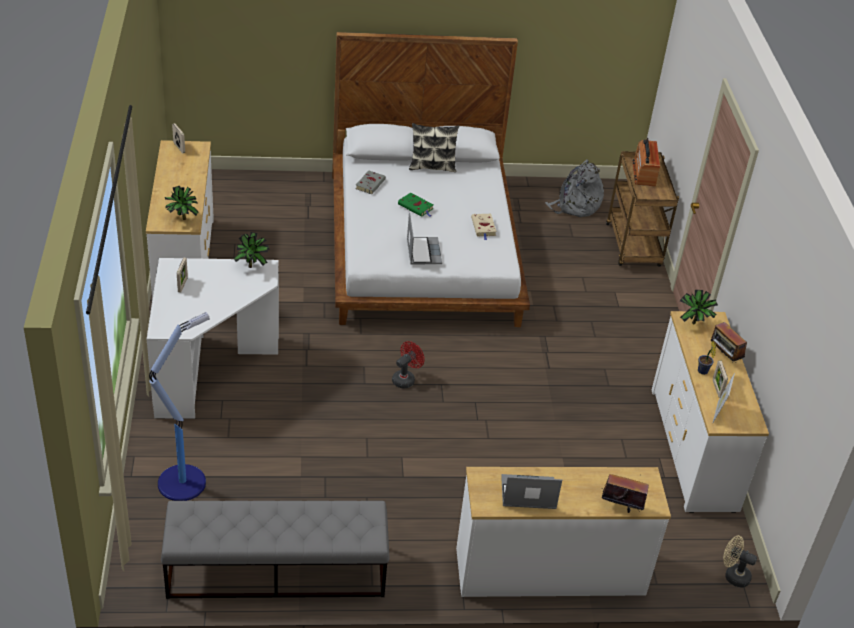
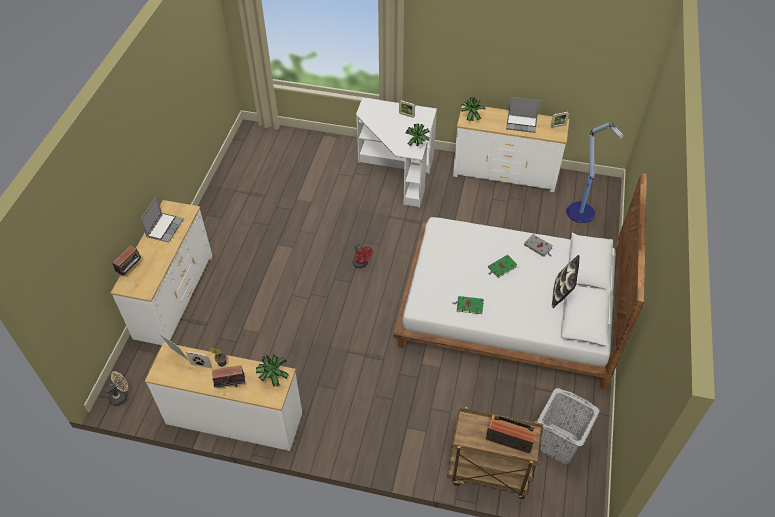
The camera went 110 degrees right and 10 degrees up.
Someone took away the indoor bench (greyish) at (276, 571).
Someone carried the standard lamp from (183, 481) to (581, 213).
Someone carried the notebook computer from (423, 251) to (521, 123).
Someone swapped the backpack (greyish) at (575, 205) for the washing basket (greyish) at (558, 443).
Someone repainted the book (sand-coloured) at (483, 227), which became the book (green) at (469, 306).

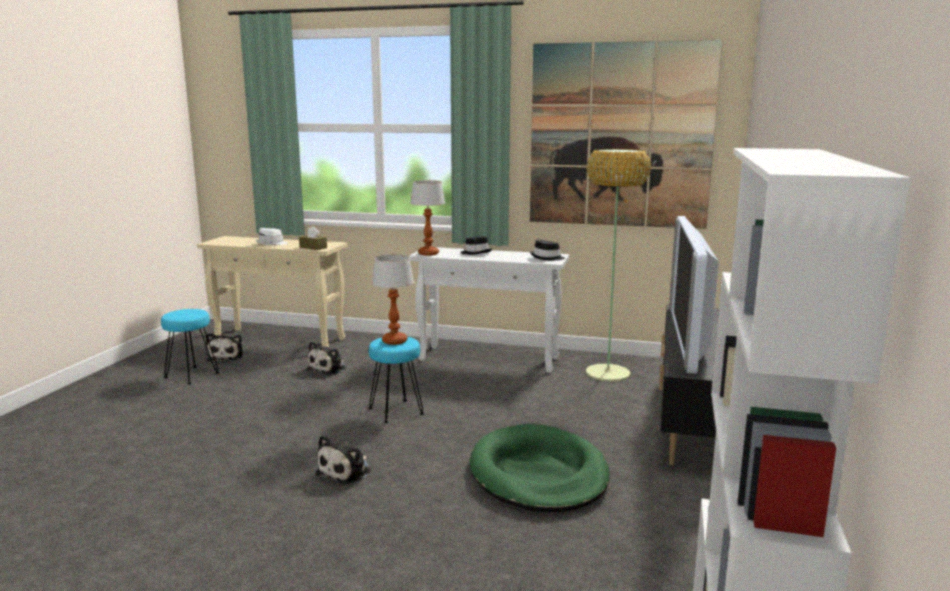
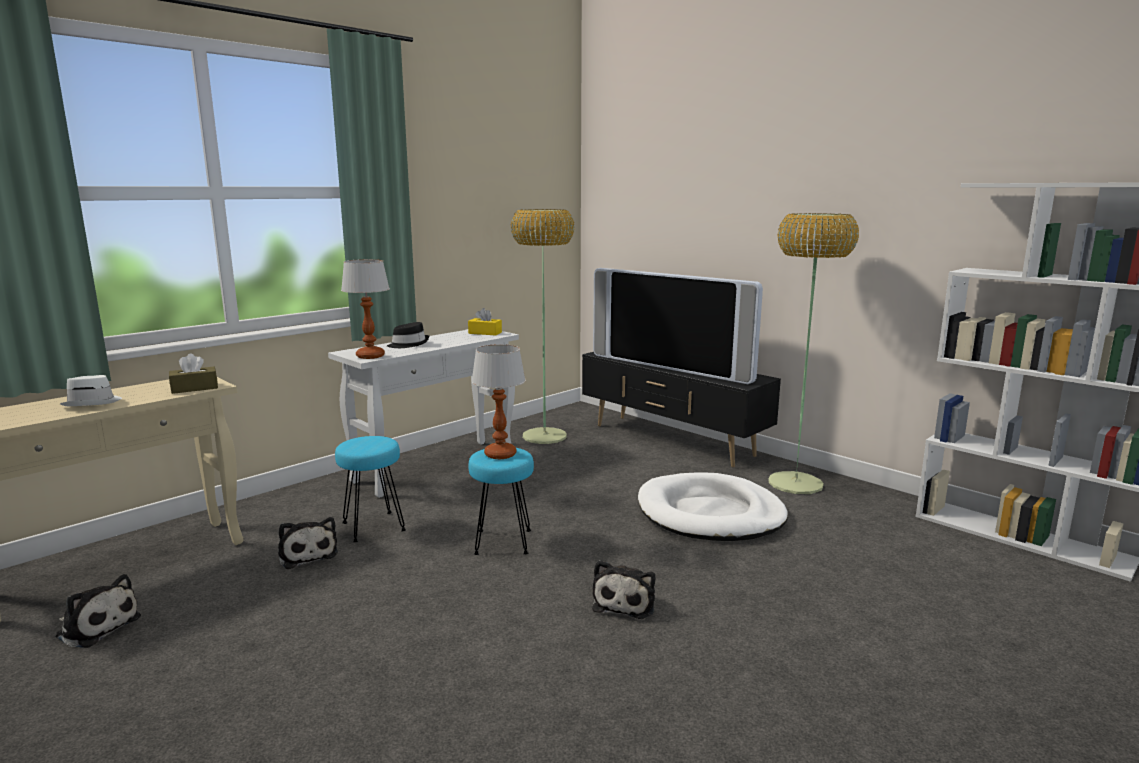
The camera went 60 degrees left and 0 degrees up.
Someone took away the picture at (620, 136).
Someone put down the standard lamp at (795, 483).
Someone carried the stool (turquoise-coloured) from (191, 375) to (373, 527).
Someone swapped the wearable hat (black) at (547, 258) for the tissue box (yellowish) at (485, 333).
Someone repainted the dog bed (green) at (538, 474), which became the dog bed (whitish) at (710, 513).
Someone rotated the soft toy at (346, 472) by 45 degrees clockwise.

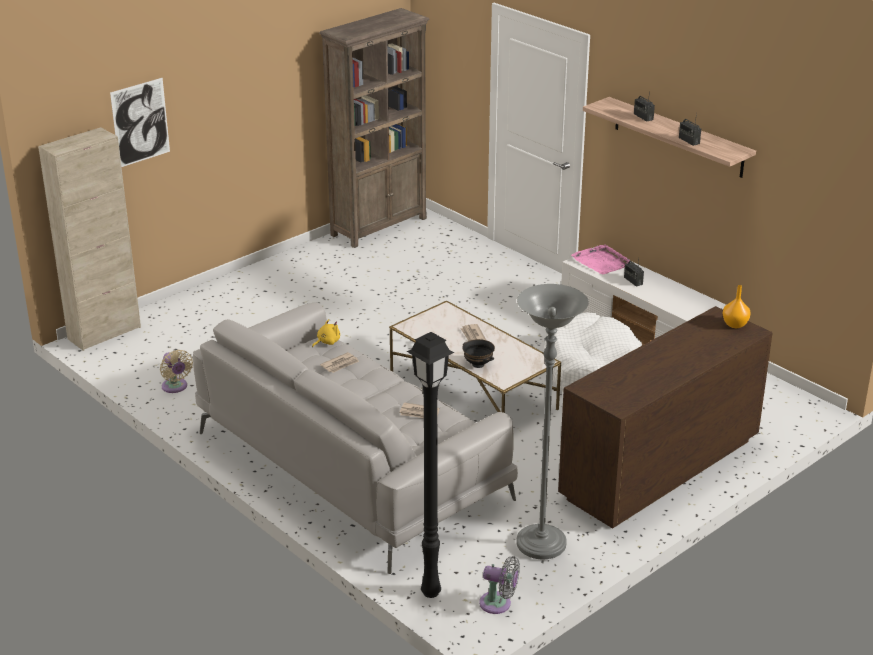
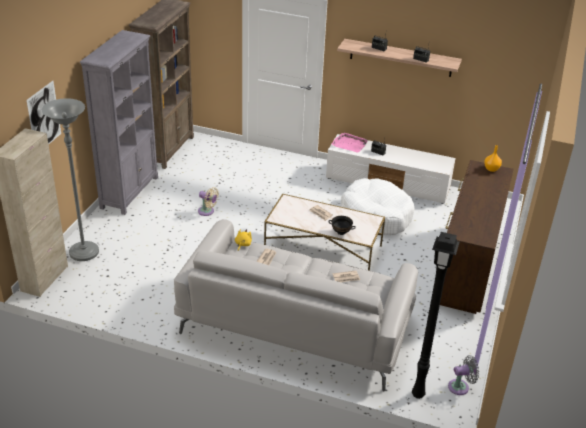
The camera went 30 degrees left and 5 degrees up.
Someone put down the bookcase (greyish) at (130, 192).
Someone carried the fan (sand-coloured) from (175, 387) to (207, 211).
Someone carried the standard lamp (greyish) from (541, 544) to (84, 253).

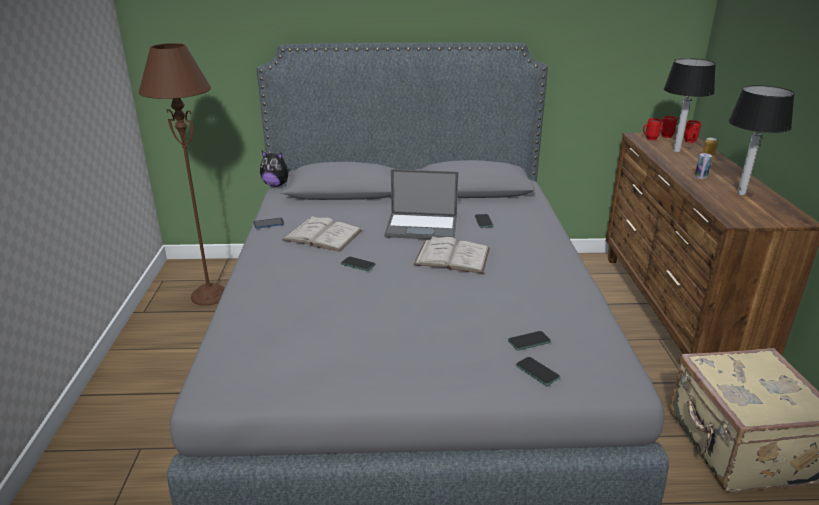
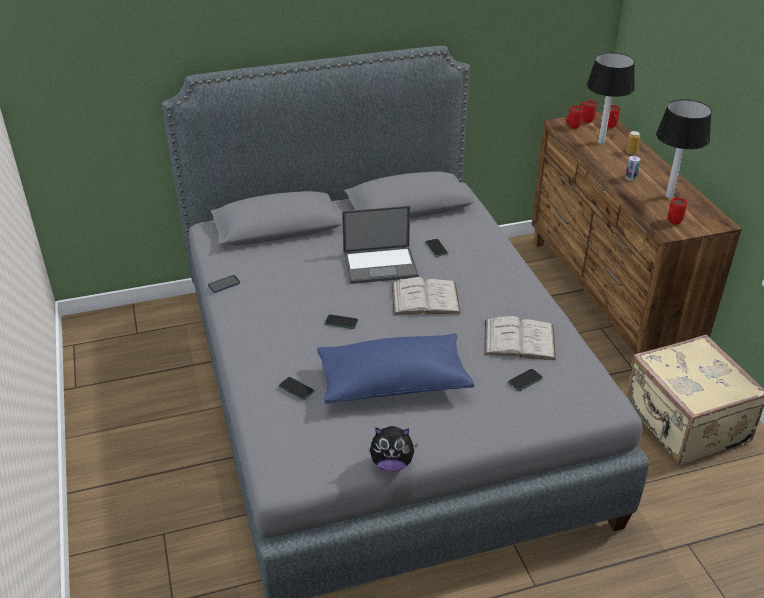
The camera went 15 degrees left and 10 degrees up.
Someone took away the standard lamp (brown) at (209, 296).
Someone put down the cushion (blue) at (393, 383).
Someone put down the coffee mug (red) at (672, 222).
Someone carried the soft toy from (276, 185) to (392, 463).
Someone carried the book (whitish) from (322, 235) to (519, 339).
Someone carried the telephone from (537, 371) to (296, 389).

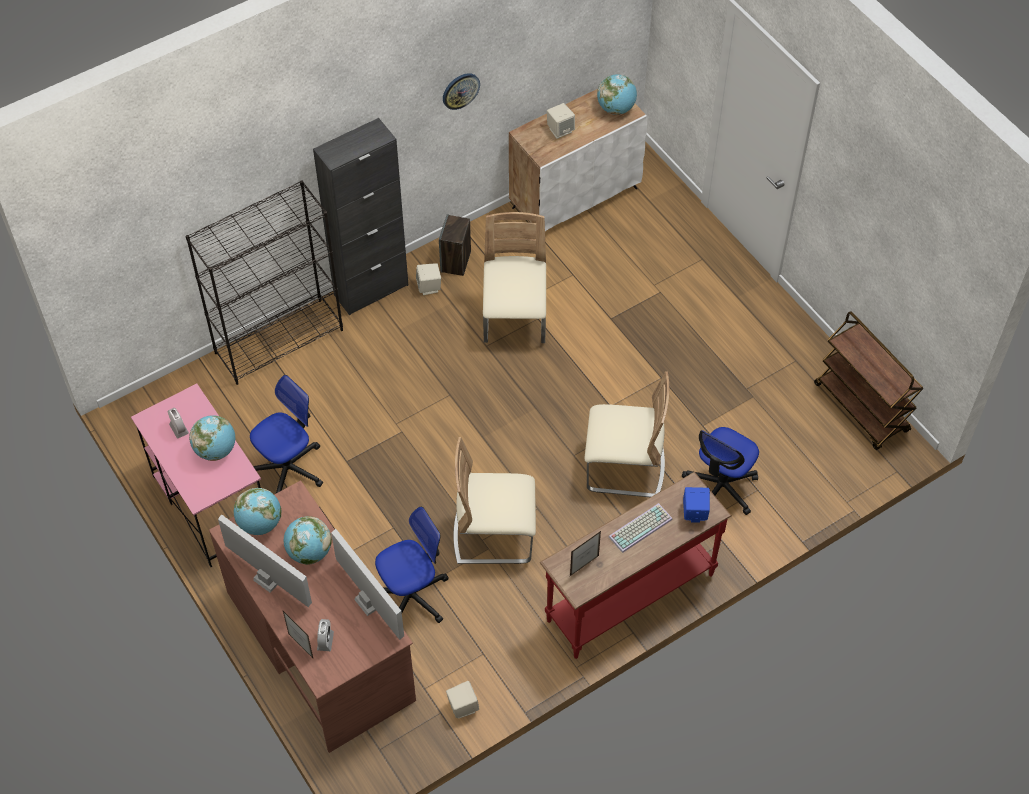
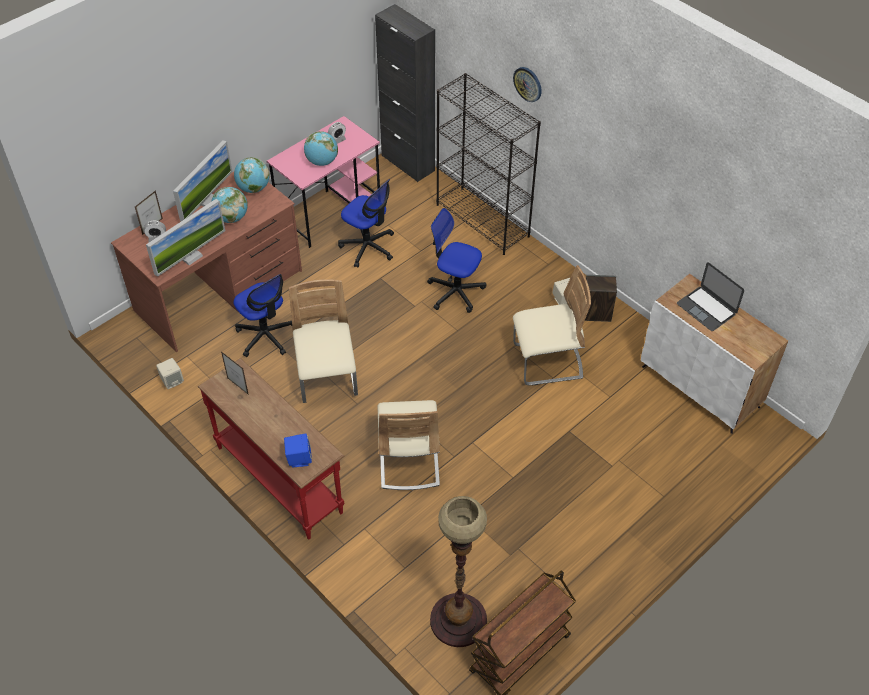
The camera went 80 degrees right and 5 degrees down.
Someone took away the world globe at (616, 108).
Someone took away the computer keyboard at (640, 527).
Someone put down the standard lamp at (458, 620).
Someone carried the cabinet (black) from (371, 290) to (408, 163).
Someone carried the wall clock from (460, 90) to (528, 84).
Someone carried the desk chair from (720, 487) to (455, 291).
Someone swapped the speaker (sand-coloured) at (560, 130) for the notebook computer at (706, 308).

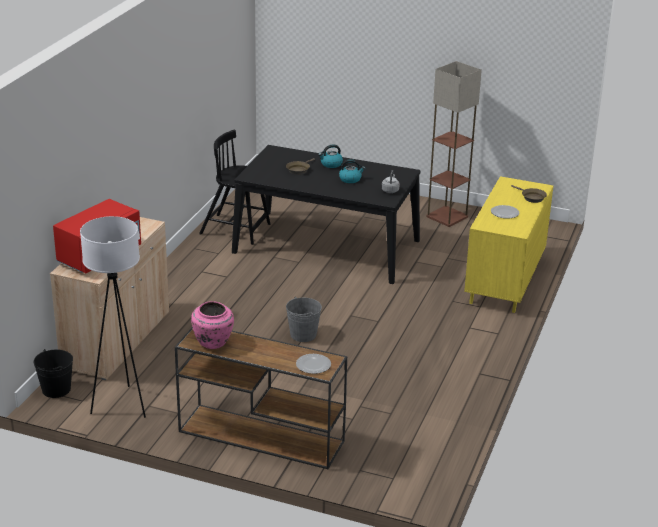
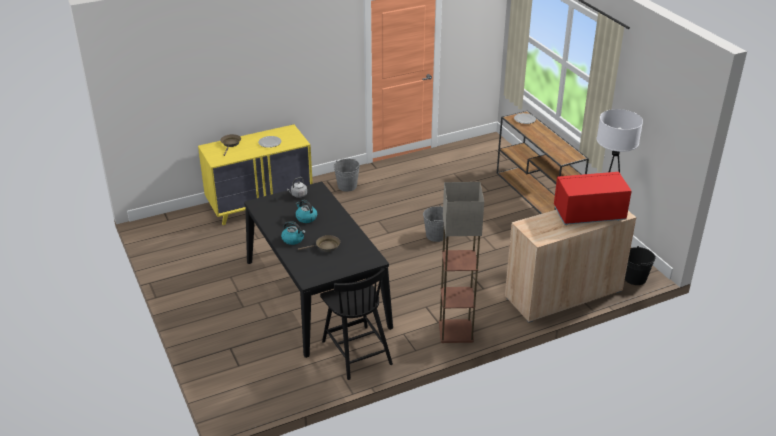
The camera went 135 degrees left and 5 degrees up.
Someone took away the flower vase (pink-coloured) at (213, 343).
Someone put down the pail (greyish) at (347, 186).
Someone carried the standard lamp from (447, 217) to (456, 331).

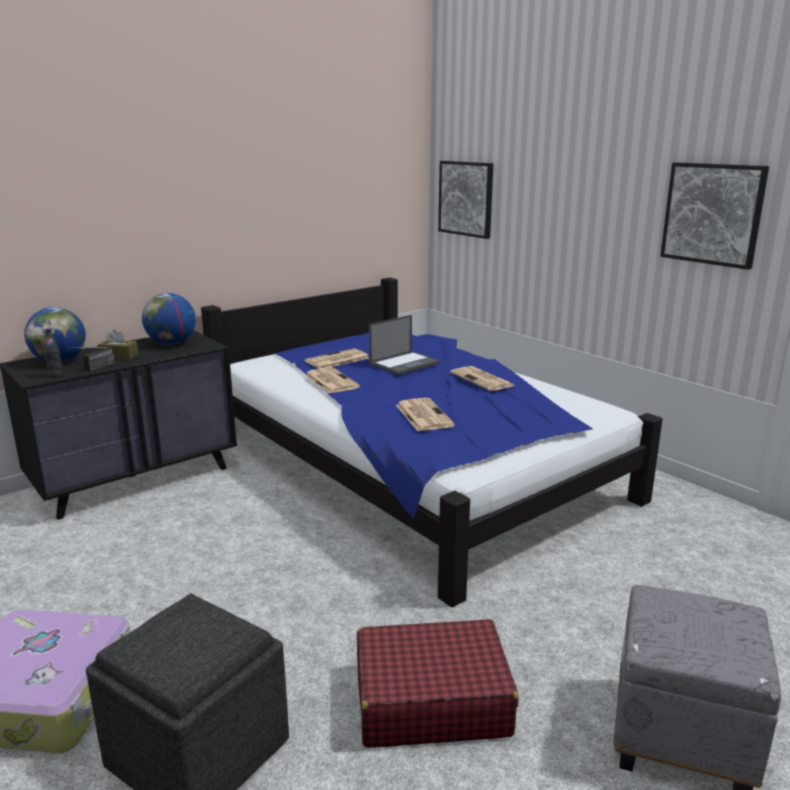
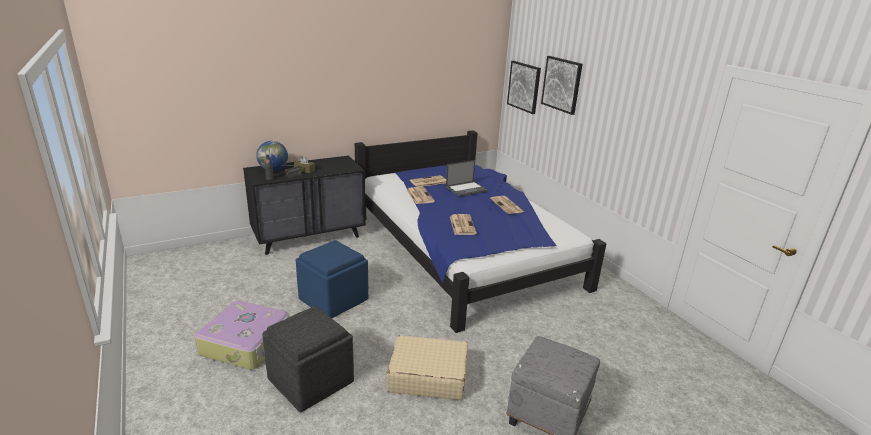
The camera went 10 degrees right and 5 degrees up.
Someone took away the world globe at (171, 343).
Someone put down the footrest (blue) at (333, 299).
Someone carried the picture from (712, 214) to (562, 84).
Someone repainted the travel case (red) at (430, 700), which became the travel case (sand-coloured) at (427, 376).

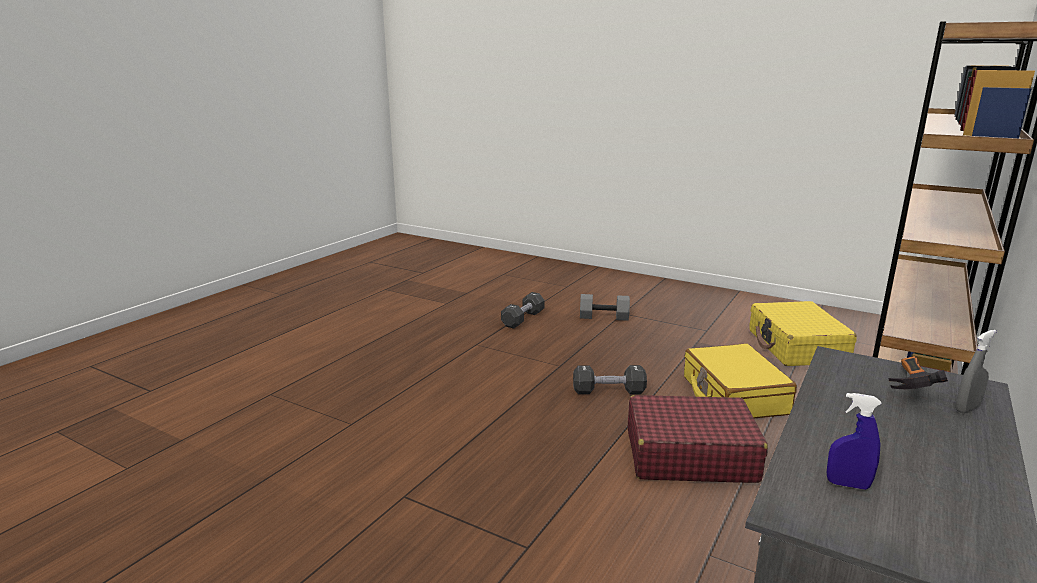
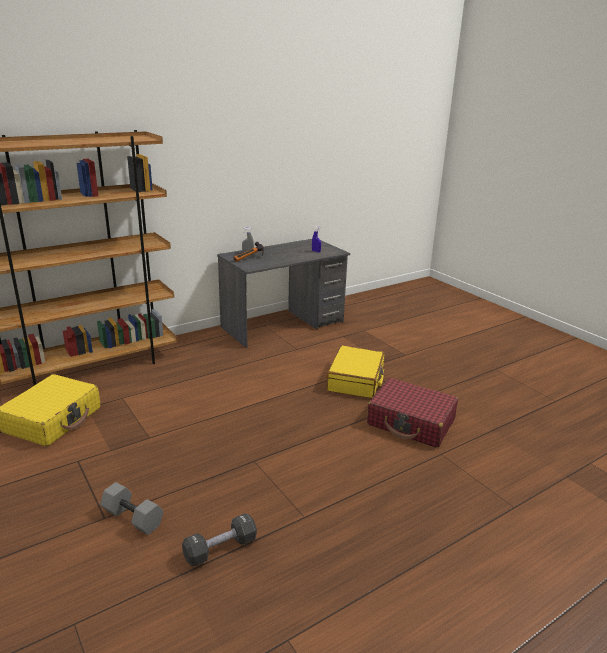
The camera went 155 degrees left and 5 degrees up.
Someone took away the free weight (black) at (608, 391).
Someone carried the travel case (red) from (689, 455) to (411, 422).
Someone carried the travel case (yellowish) from (733, 395) to (356, 380).

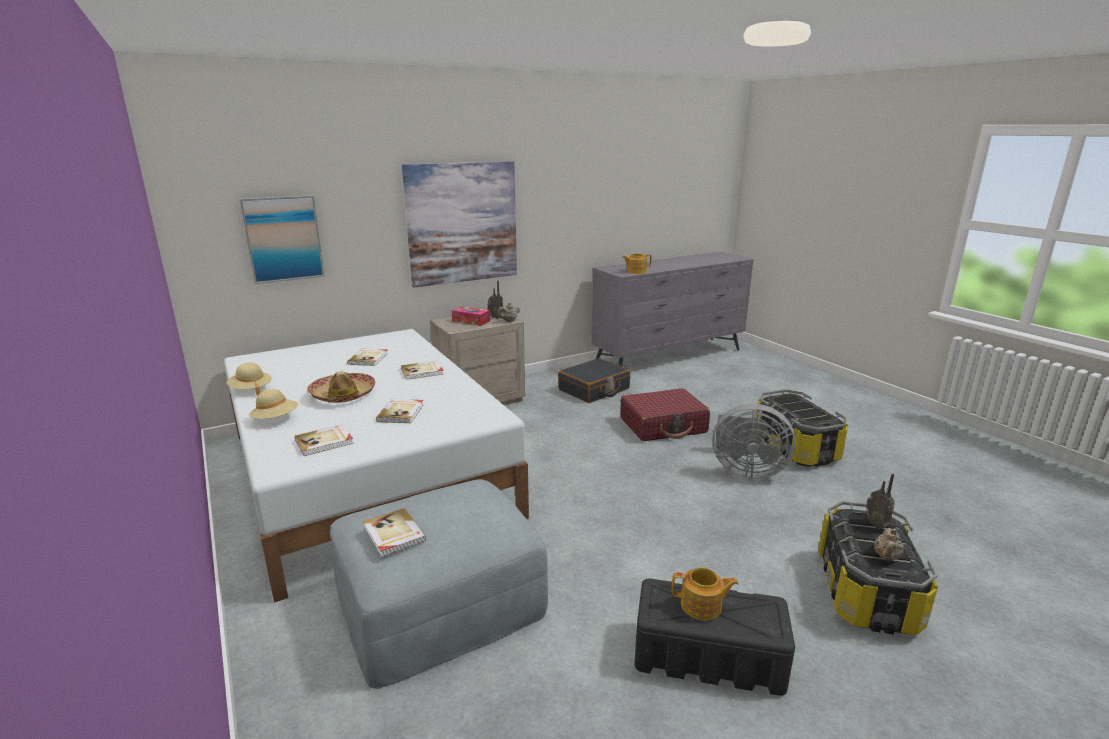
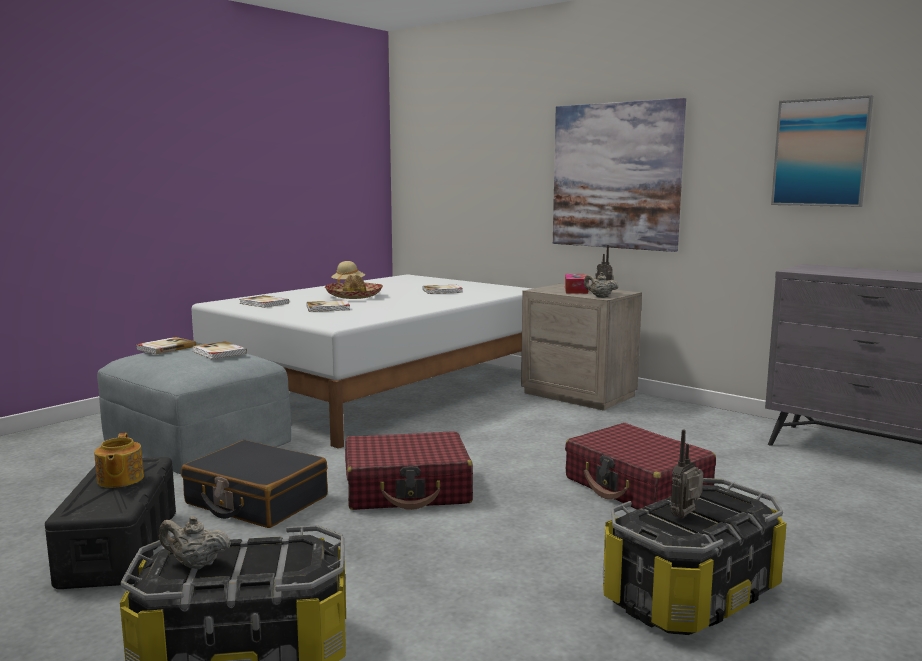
The camera went 70 degrees right and 10 degrees down.
Someone took away the wearable hat (sand-coloured) at (276, 419).
Someone took away the pot for tea at (636, 271).
Someone took away the fan (greyish) at (745, 470).
Someone put down the travel case (red) at (407, 489).
Someone carried the picture from (283, 239) to (820, 152).
Someone carried the book from (422, 372) to (218, 352).
Someone carried the travel case (black) from (594, 389) to (256, 501).
Someone carried the radio from (877, 525) to (686, 517).

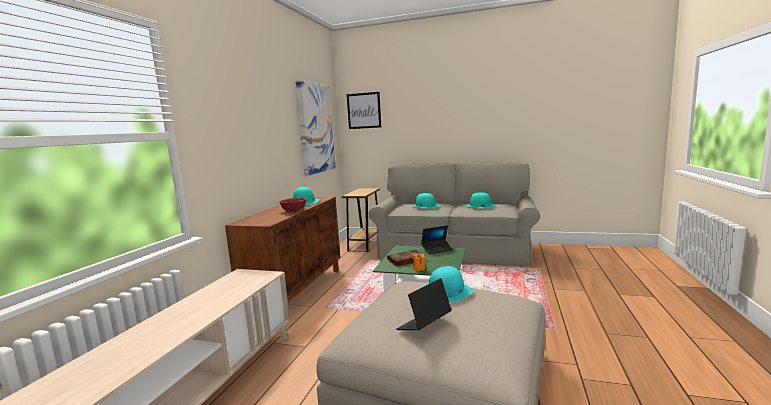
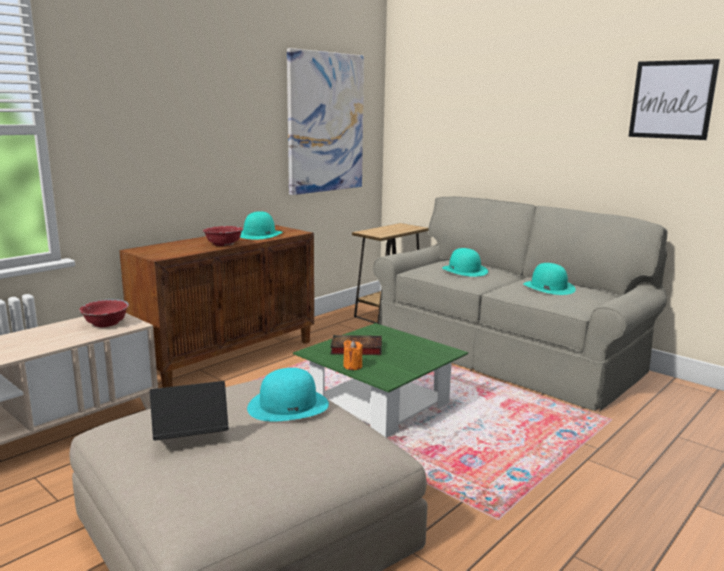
The camera went 25 degrees right and 5 degrees up.
Someone took away the notebook computer at (437, 250).
Someone put down the serving bowl (red) at (106, 323).
Someone carried the picture from (364, 110) to (672, 100).

